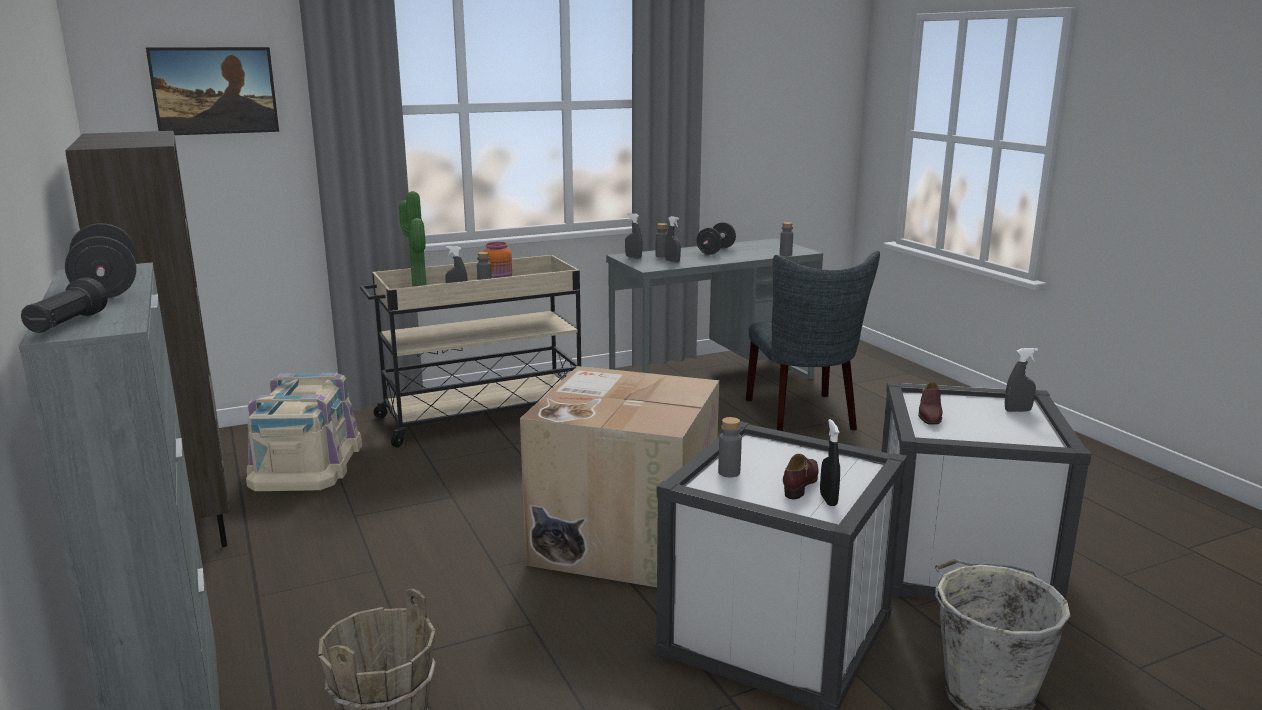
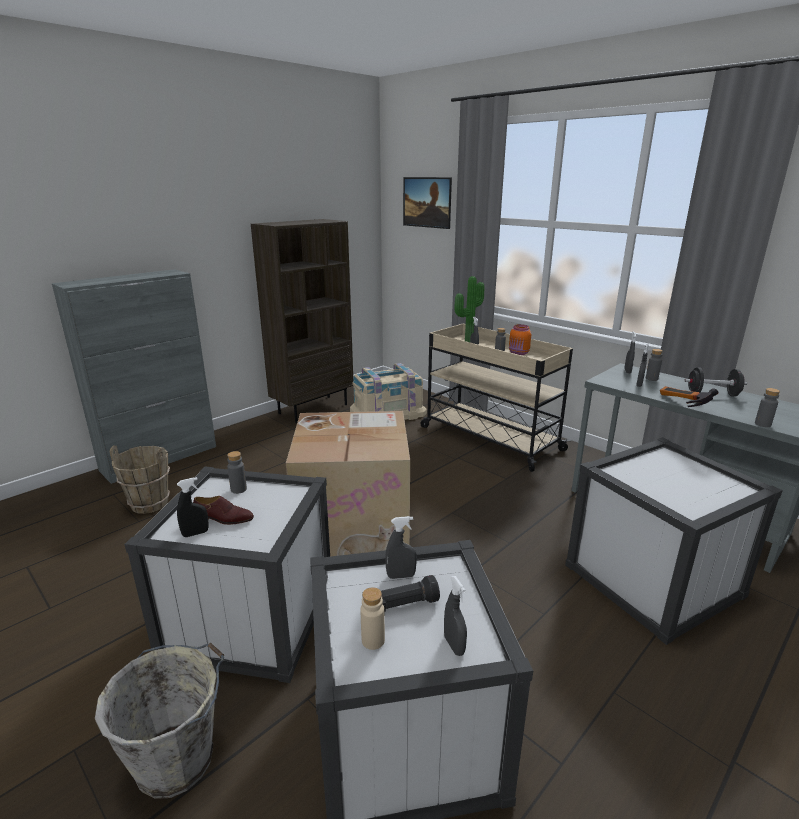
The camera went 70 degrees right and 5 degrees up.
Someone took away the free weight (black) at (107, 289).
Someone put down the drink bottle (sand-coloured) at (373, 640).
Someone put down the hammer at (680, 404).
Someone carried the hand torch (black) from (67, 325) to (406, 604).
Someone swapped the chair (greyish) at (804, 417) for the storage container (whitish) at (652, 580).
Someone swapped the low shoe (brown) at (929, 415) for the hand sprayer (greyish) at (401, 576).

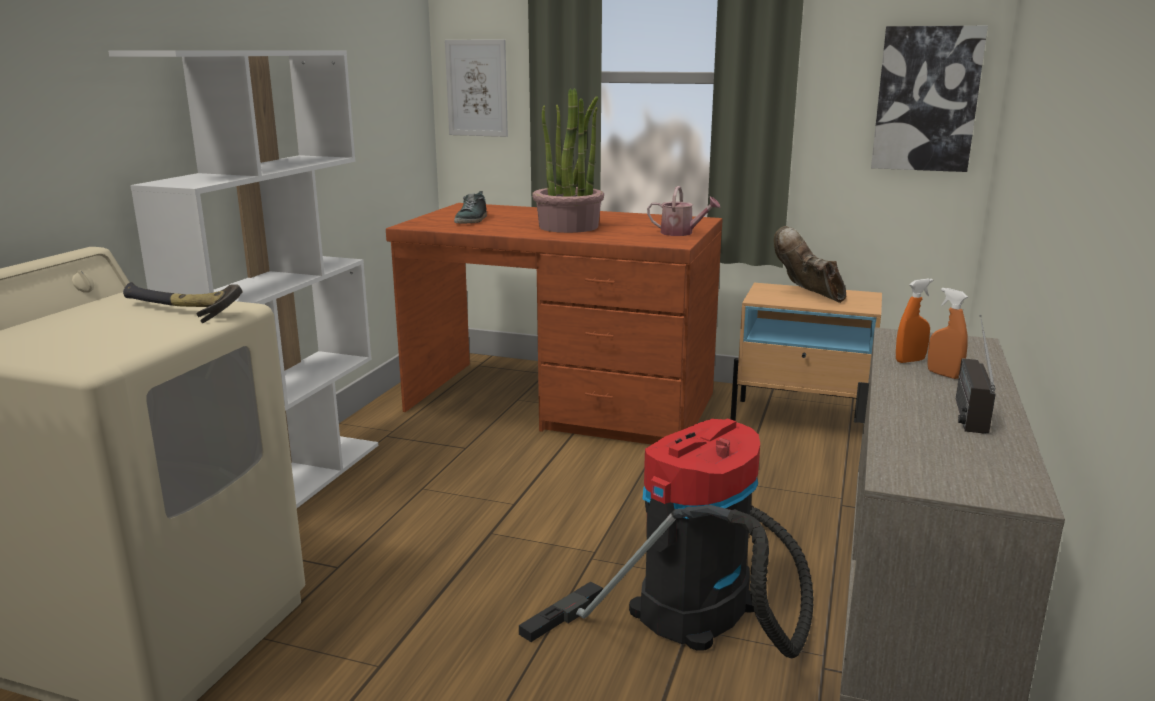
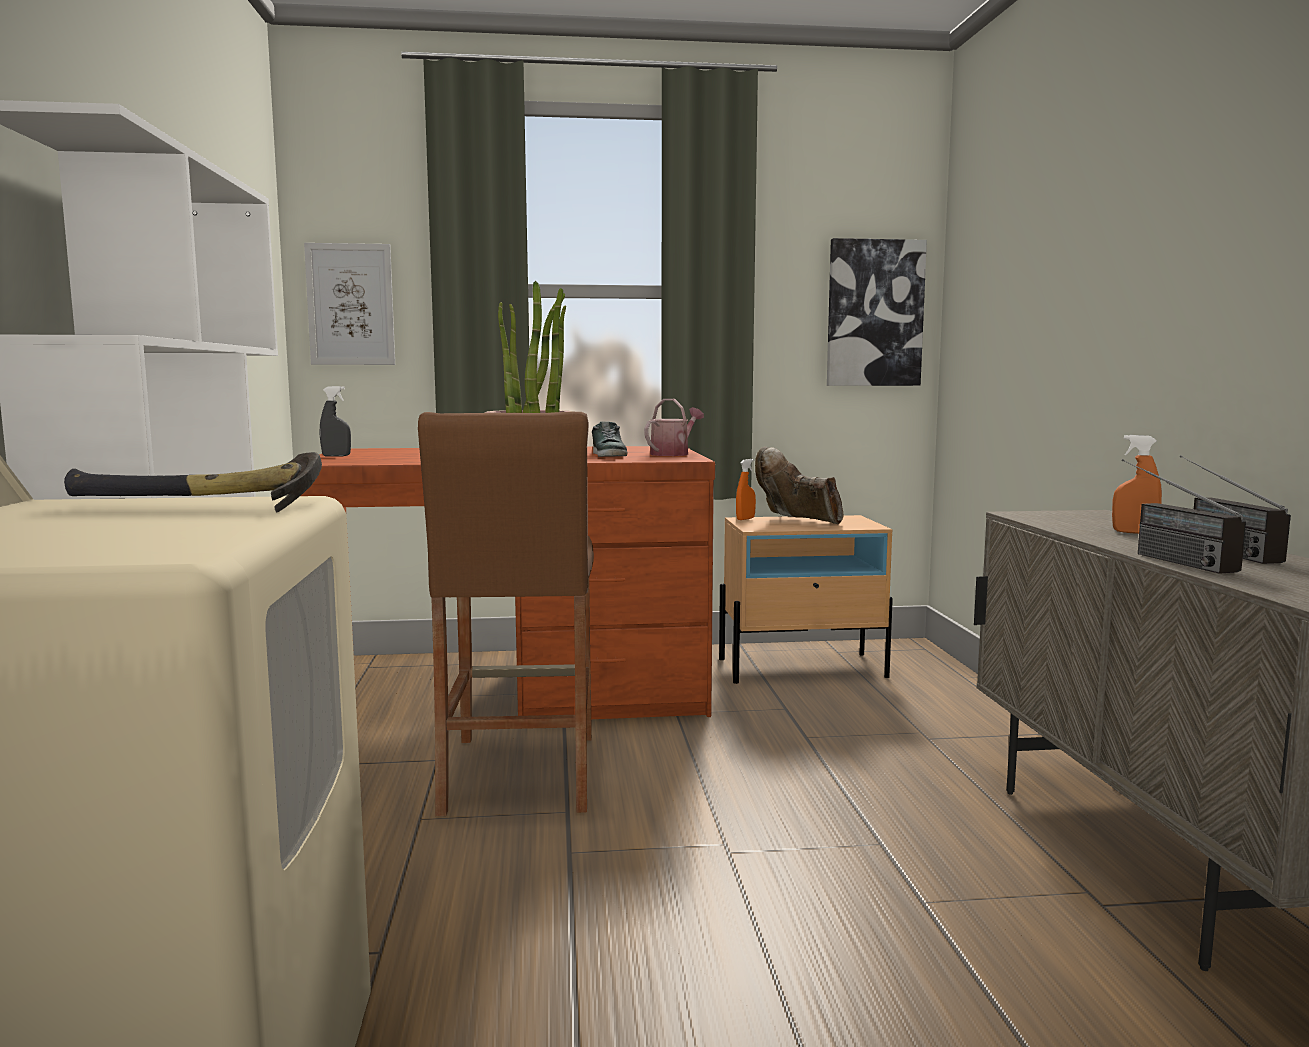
The camera went 25 degrees left and 10 degrees down.
Someone took away the vacuum at (700, 601).
Someone put down the hand sprayer (greyish) at (336, 456).
Someone put down the stool (brown) at (519, 773).
Someone put down the radio at (1162, 557).
Someone carried the low shoe from (472, 220) to (609, 455).
Someone carried the hand sprayer (orange-coloured) from (910, 360) to (745, 519).
Someone rotated the watering pot at (681, 233) by 45 degrees counterclockwise.

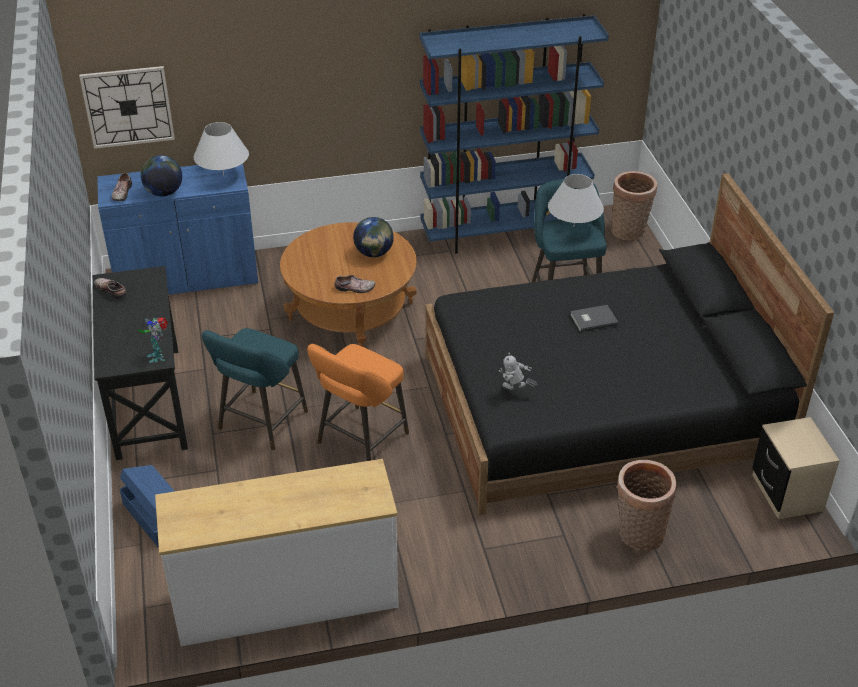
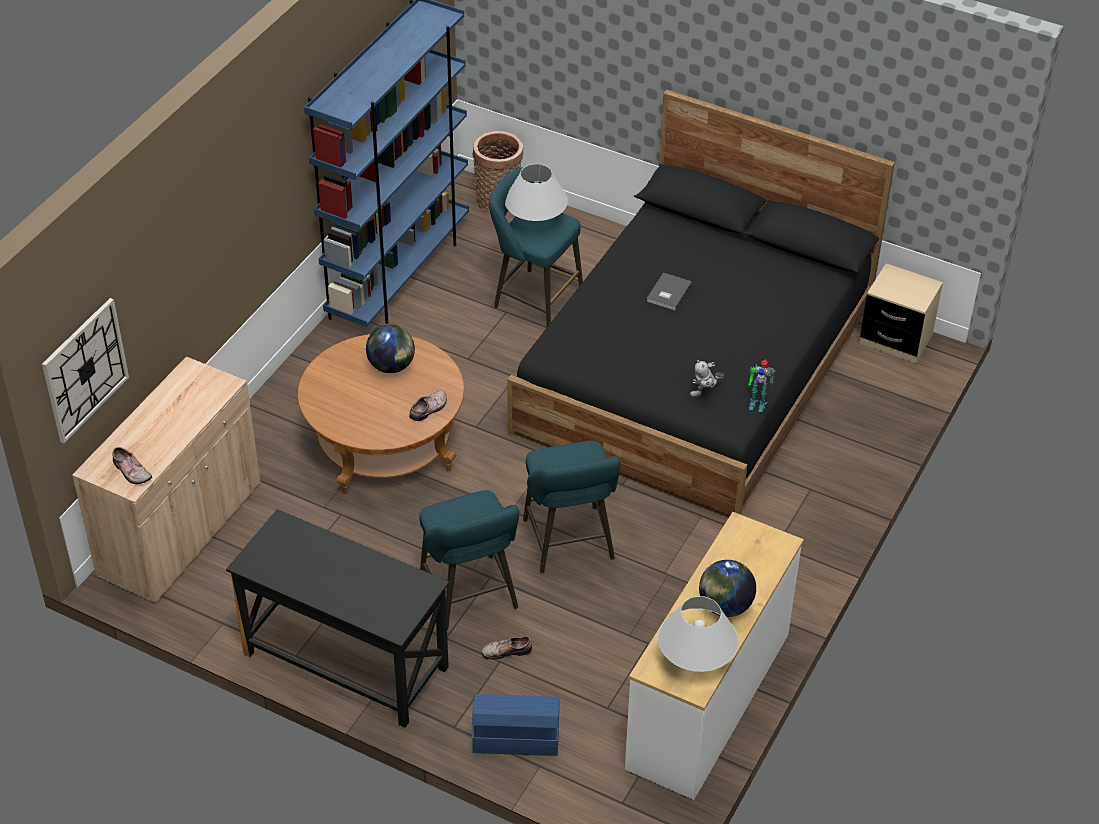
The camera went 50 degrees left and 5 degrees up.
Someone took away the household basket at (638, 534).
Someone carried the low shoe from (112, 291) to (506, 650).
Someone carried the model robot from (158, 356) to (757, 403).
Someone carried the world globe from (164, 192) to (725, 606).
Someone carried the table lamp (whitish) from (223, 175) to (695, 660).
Someone repainted the cabinet (blue) at (187, 278), which became the cabinet (sand-coloured) at (181, 530).
Someone repainted the stool (orange-coloured) at (359, 441), which became the stool (turquoise-coloured) at (570, 544).

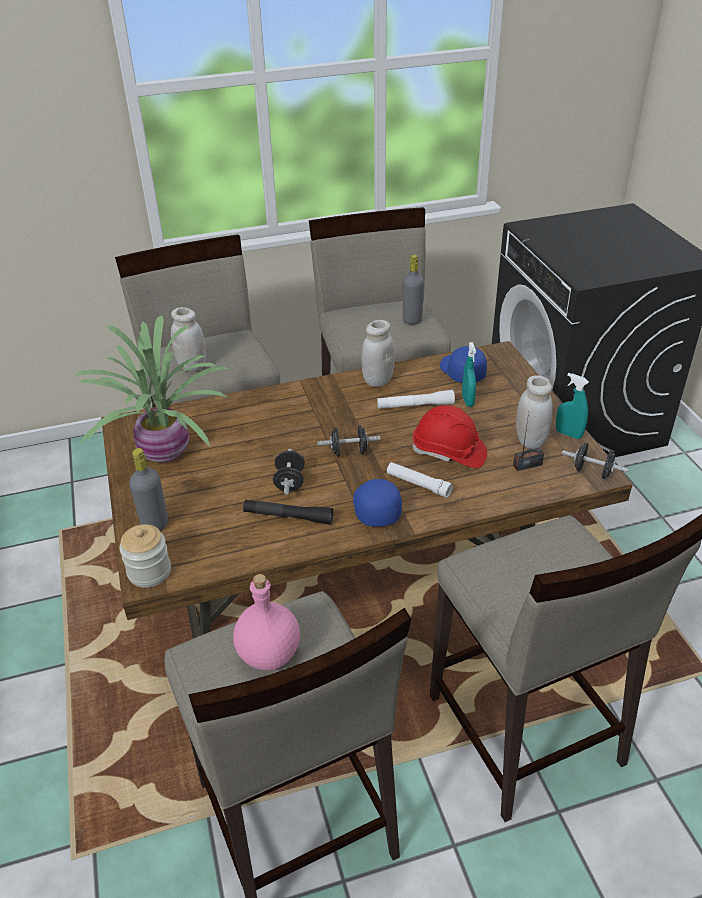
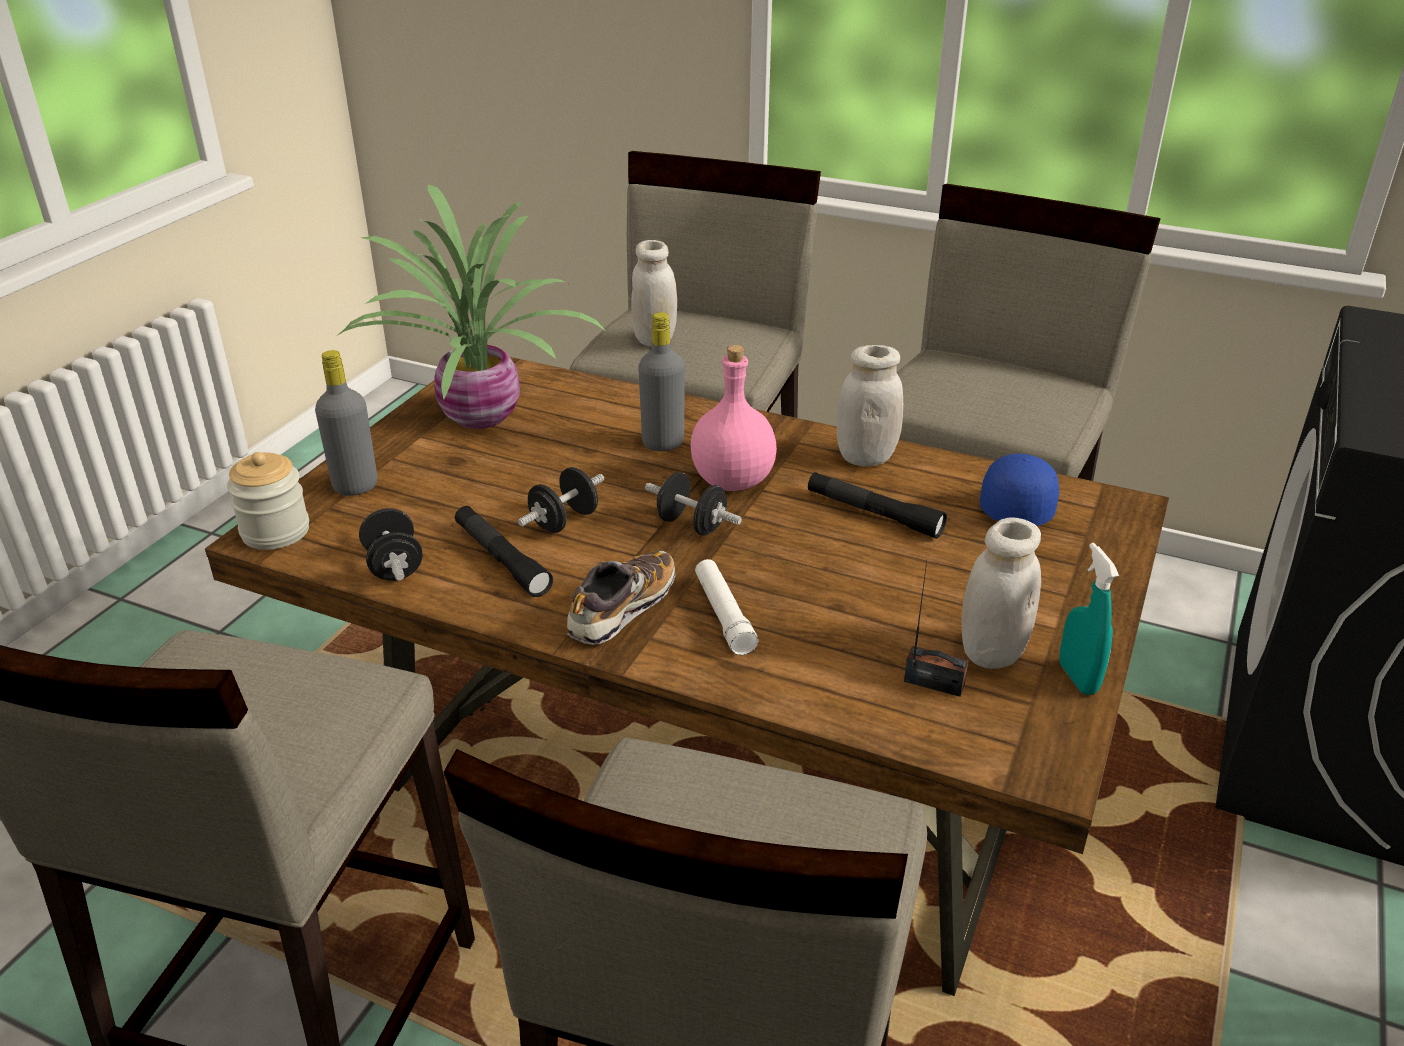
The camera went 40 degrees right and 5 degrees down.
Someone took away the work helmet (red) at (449, 452).
Someone took away the hand sprayer (turquoise-coloured) at (467, 401).
Someone carried the drink bottle (pink-coloured) from (270, 654) to (734, 481).
Someone carried the drink bottle (greyish) from (412, 320) to (663, 443).
Someone carried the free weight (black) from (592, 472) to (394, 566).
Someone swapped the peaked cap (blue) at (375, 507) for the low shoe at (622, 610).
Someone repainted the hand torch (whitish) at (415, 406), which became the hand torch (black) at (873, 514).

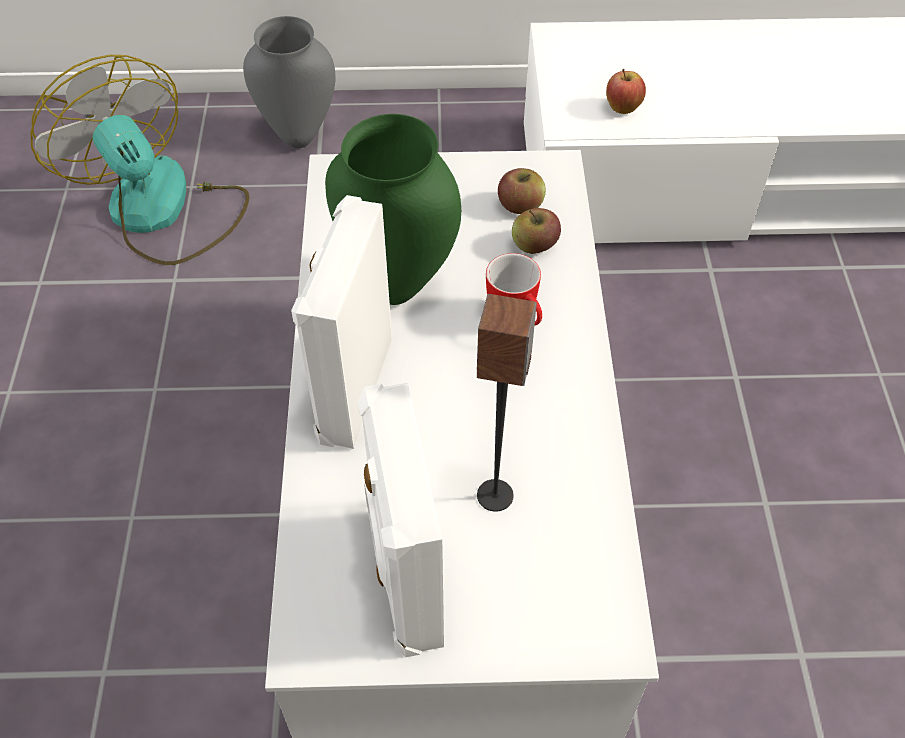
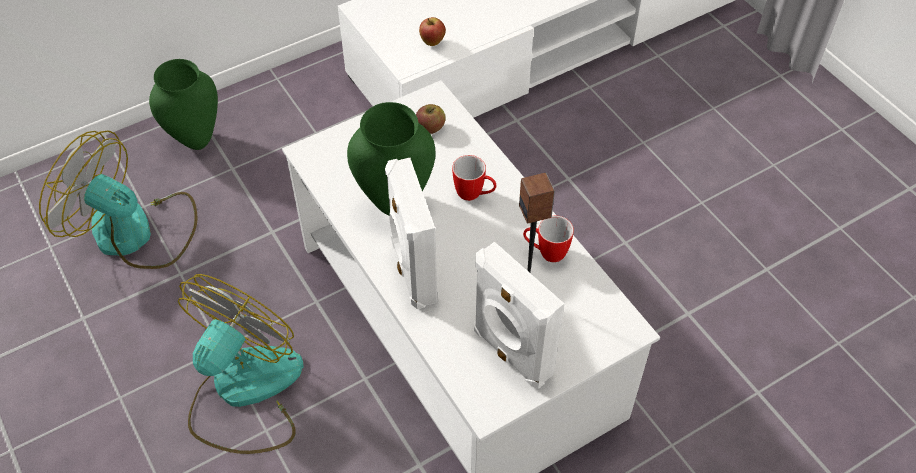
The camera went 30 degrees left and 0 degrees up.
Someone took away the whole apple at (534, 245).
Someone put down the fan at (244, 392).
Someone put down the coffee mug at (545, 252).
Someone repainted the flower vase (greyish) at (298, 138), which became the flower vase (green) at (196, 142).

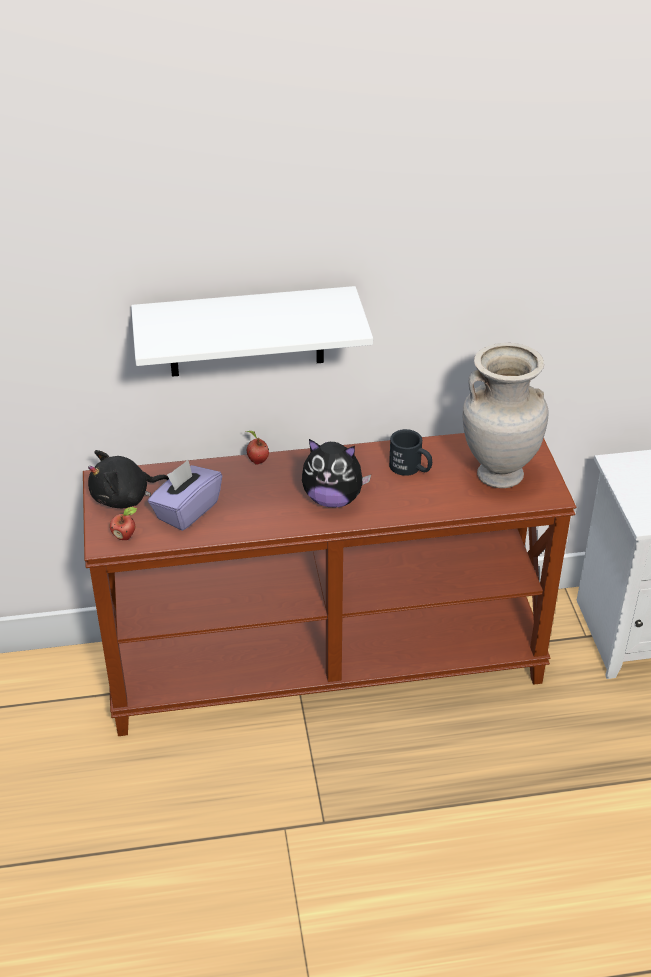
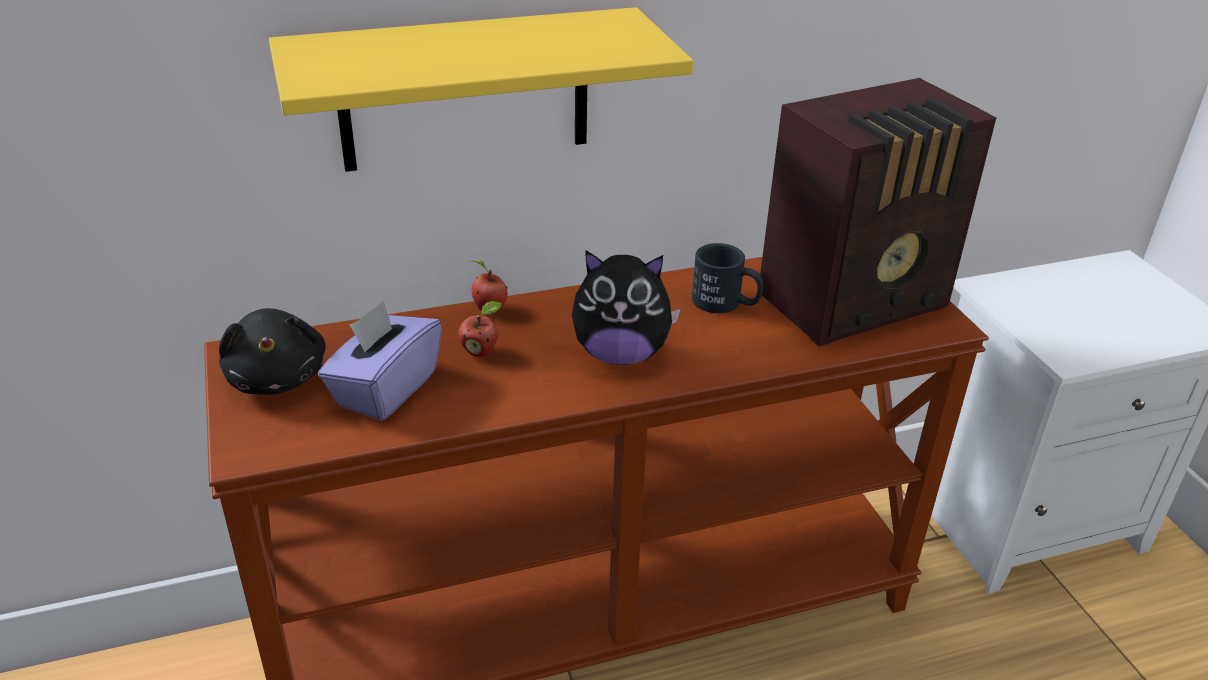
The camera went 10 degrees left and 5 degrees down.
Someone carried the whole apple from (125, 536) to (481, 352).
Someone swapped the flower vase (sand-coloured) at (498, 474) for the radio at (857, 302).
Someone repainted the shelf (whitish) at (246, 332), which became the shelf (yellowish) at (465, 90).
Someone rotated the soft toy (black) at (125, 498) by 75 degrees counterclockwise.

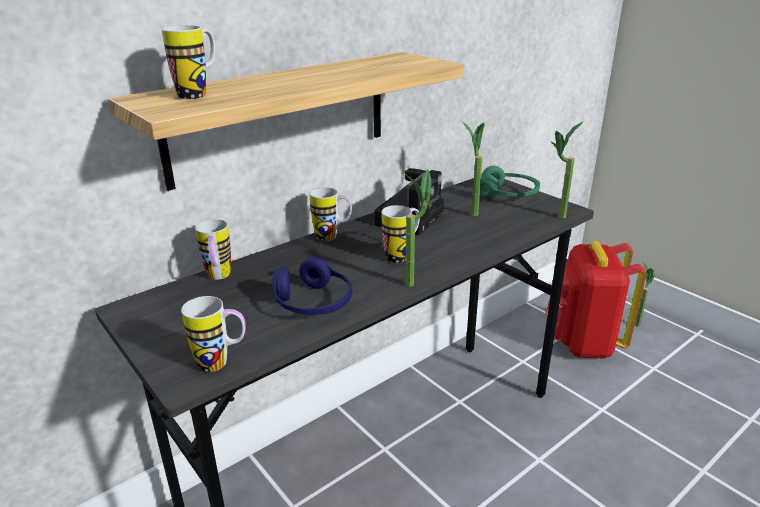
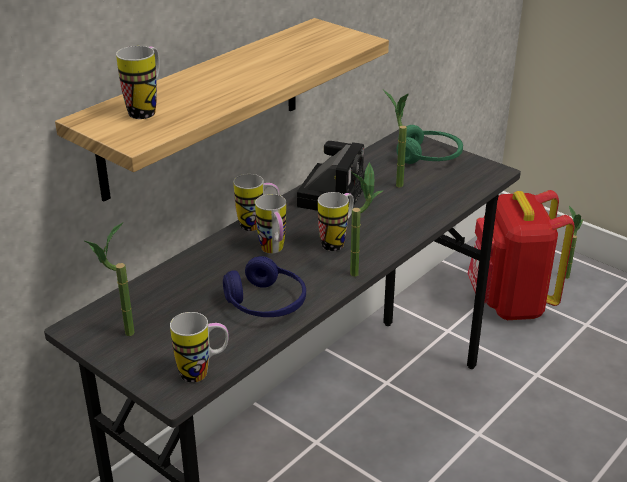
The camera went 10 degrees left and 5 degrees up.
Someone carried the coffee mug from (218, 278) to (274, 251).
Someone carried the plant in a pot from (555, 217) to (119, 335).

